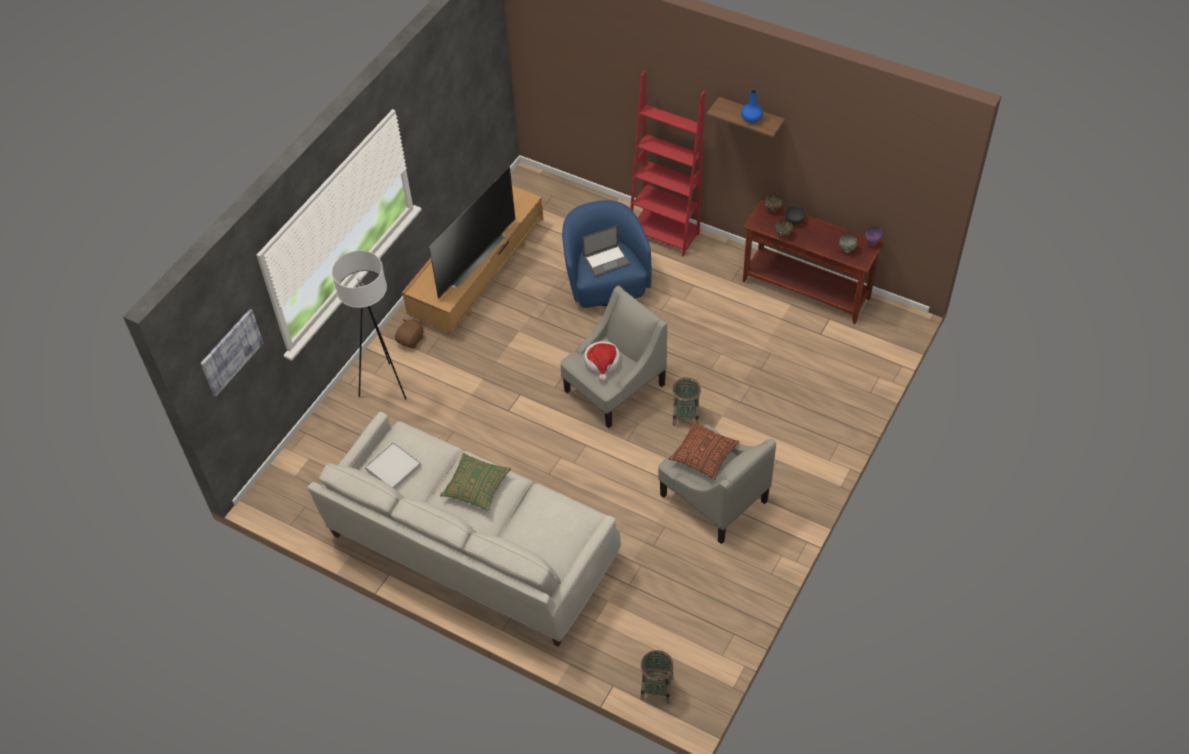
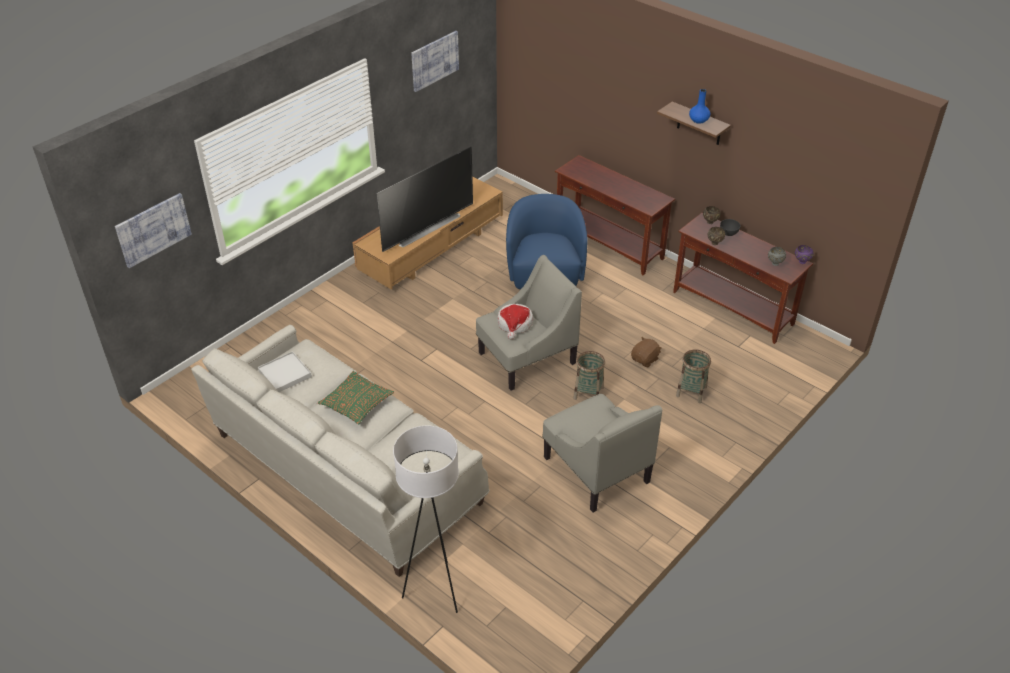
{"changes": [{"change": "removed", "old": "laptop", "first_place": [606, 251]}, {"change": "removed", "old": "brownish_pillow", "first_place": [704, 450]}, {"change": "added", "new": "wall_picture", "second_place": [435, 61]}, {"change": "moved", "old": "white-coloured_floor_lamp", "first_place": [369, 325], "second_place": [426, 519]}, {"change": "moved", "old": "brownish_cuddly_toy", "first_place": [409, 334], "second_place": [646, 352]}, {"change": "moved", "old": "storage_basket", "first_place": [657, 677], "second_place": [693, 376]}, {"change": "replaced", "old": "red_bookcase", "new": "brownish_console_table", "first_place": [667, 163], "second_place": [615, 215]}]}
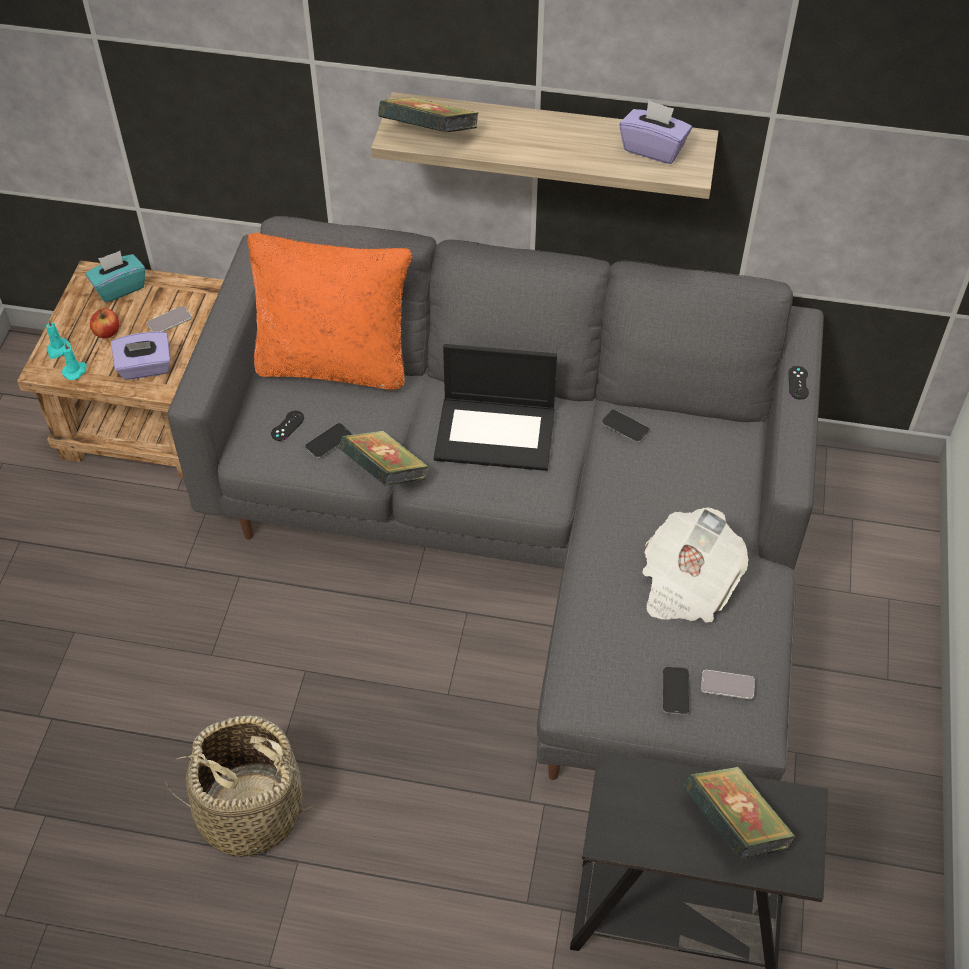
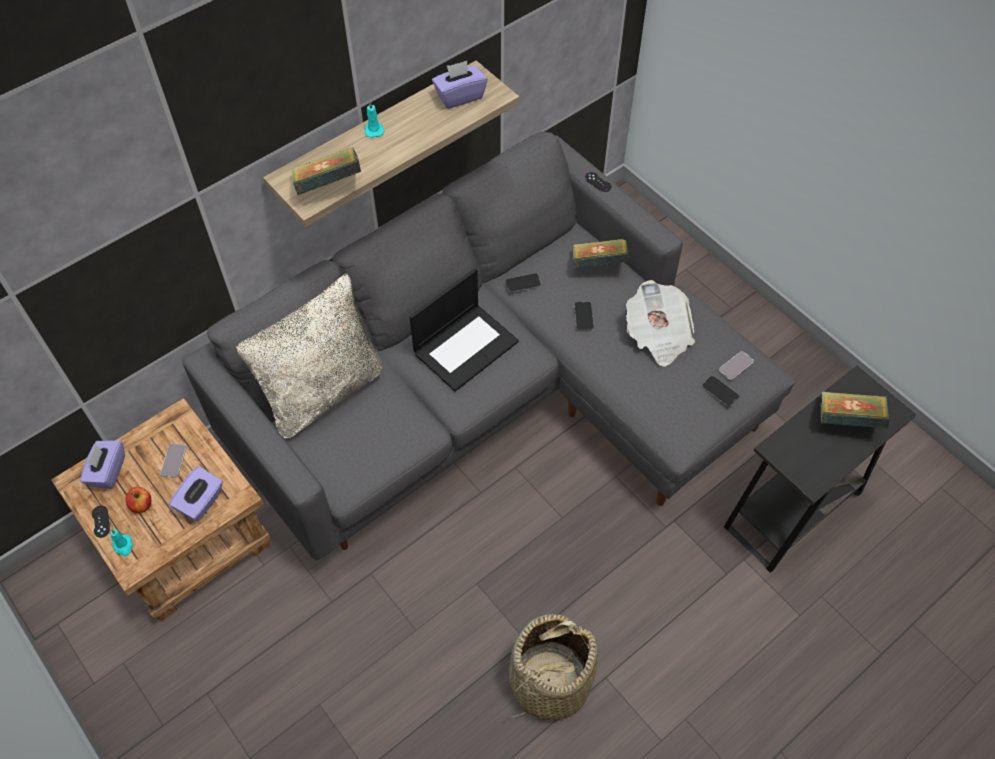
{"changes": [{"change": "moved", "old": "blue-green_candle", "first_place": [74, 361], "second_place": [374, 119]}, {"change": "moved", "old": "black-coloured_game_controller", "first_place": [287, 426], "second_place": [101, 522]}, {"change": "moved", "old": "telephone", "first_place": [328, 440], "second_place": [584, 316]}, {"change": "moved", "old": "book", "first_place": [384, 458], "second_place": [601, 254]}, {"change": "recoloured", "old": "blue-green_tissue_box", "new": "purple_tissue_box", "first_place": [115, 277], "second_place": [102, 464]}, {"change": "recoloured", "old": "orange_pillow", "new": "sand-coloured_pillow", "first_place": [329, 311], "second_place": [309, 355]}]}
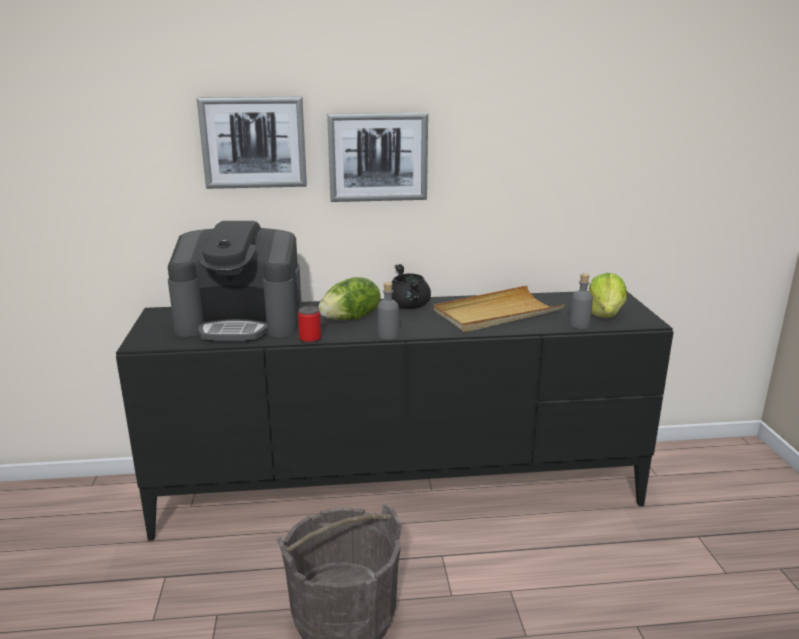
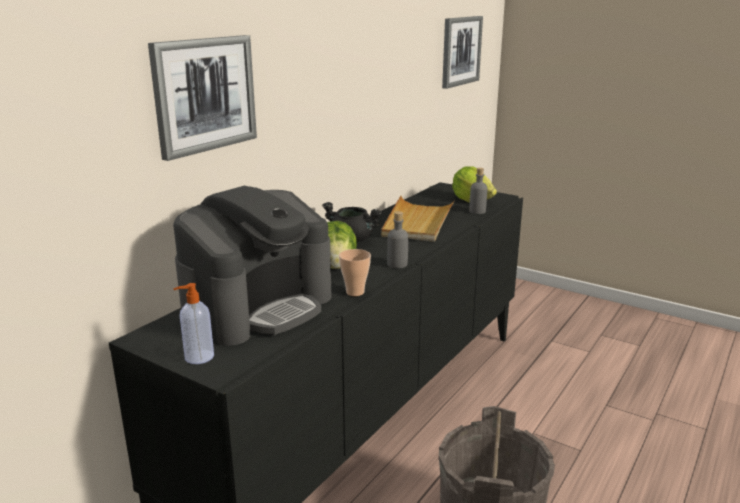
{"changes": [{"change": "added", "new": "soap_dispenser", "second_place": [193, 323]}, {"change": "moved", "old": "wall_picture", "first_place": [377, 157], "second_place": [462, 52]}, {"change": "replaced", "old": "sealed_can", "new": "cup", "first_place": [309, 325], "second_place": [355, 272]}]}
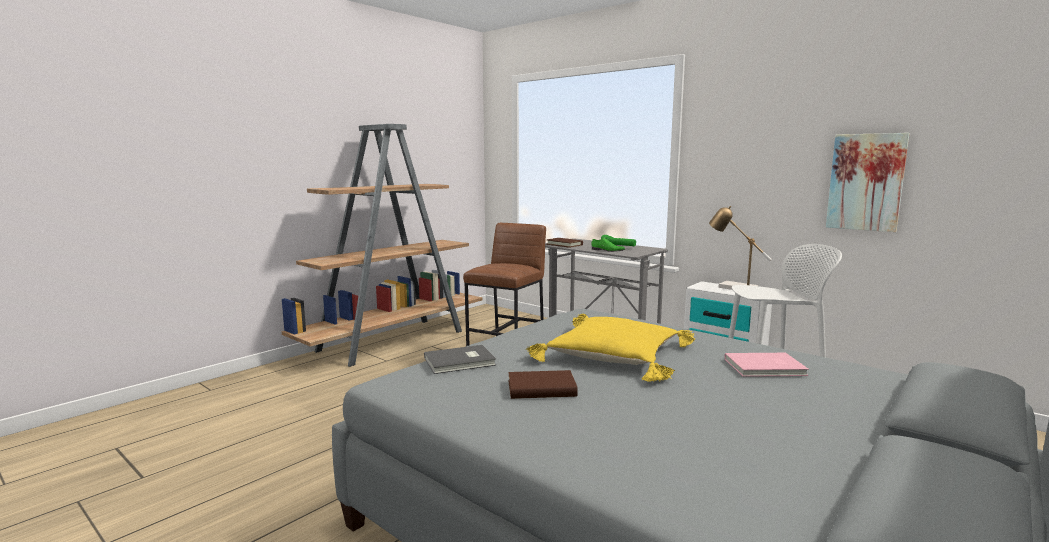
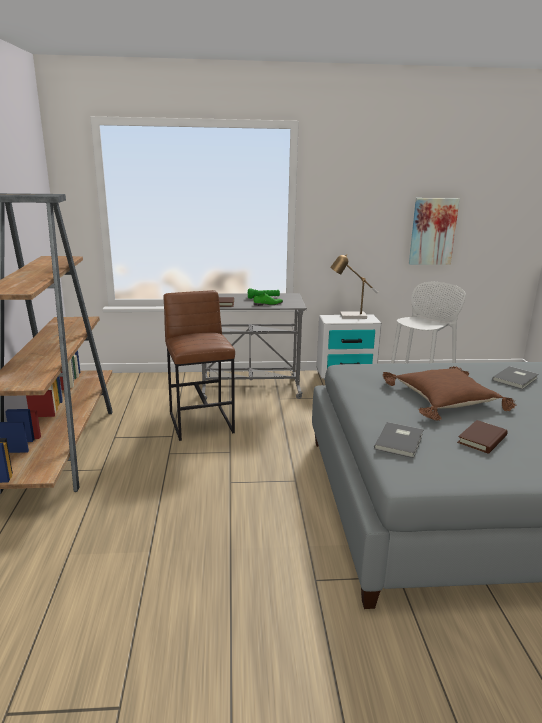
{"changes": [{"change": "recoloured", "old": "yellowish_pillow", "new": "brownish_pillow", "first_place": [610, 347], "second_place": [449, 393]}, {"change": "recoloured", "old": "pinkish_book", "new": "grey_book", "first_place": [767, 365], "second_place": [515, 377]}]}
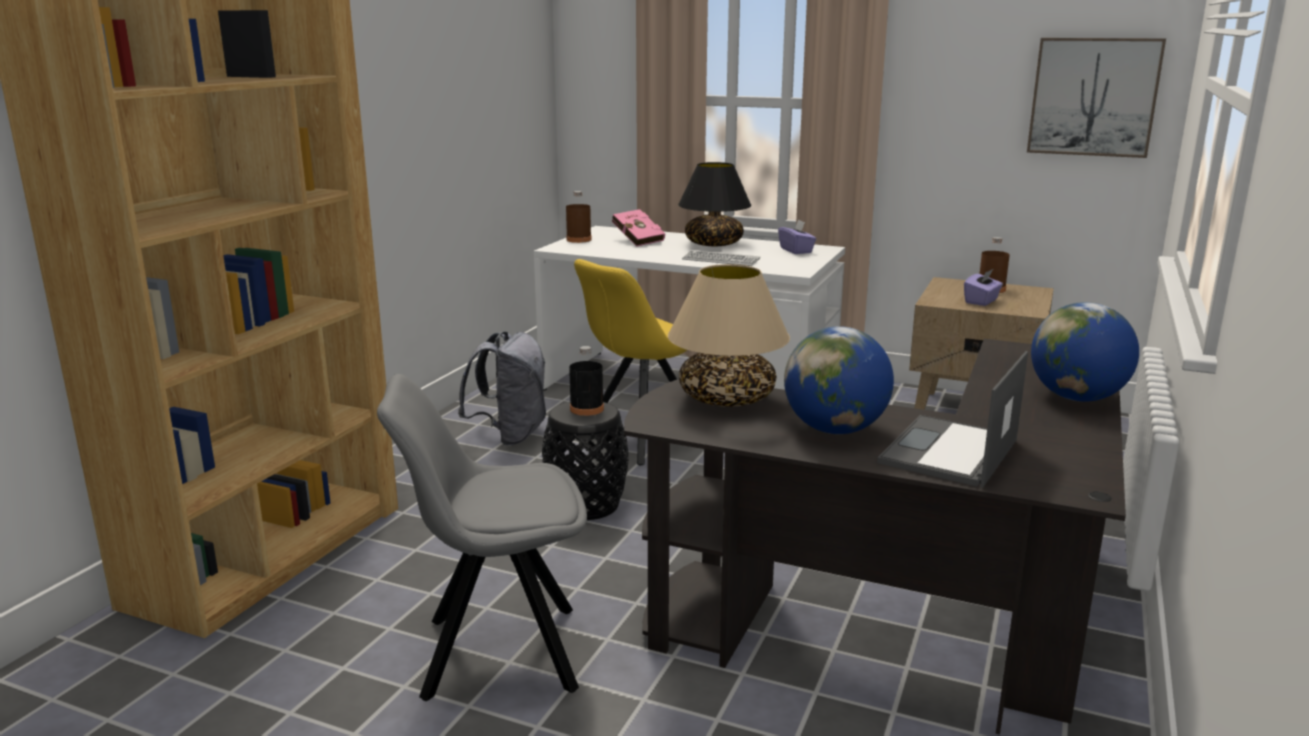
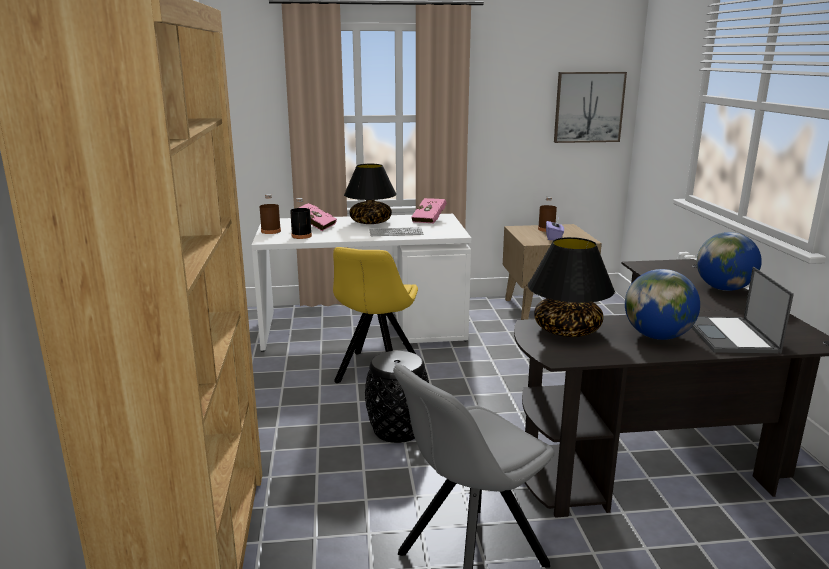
{"changes": [{"change": "removed", "old": "grey_knapsack", "first_place": [502, 389]}, {"change": "moved", "old": "black-coloured_bottle", "first_place": [586, 381], "second_place": [301, 218]}, {"change": "replaced", "old": "purple_tissue_box", "new": "pinkish_book", "first_place": [797, 236], "second_place": [428, 210]}, {"change": "recoloured", "old": "sand-coloured_tabletop_lamp", "new": "black-coloured_tabletop_lamp", "first_place": [729, 335], "second_place": [571, 287]}]}
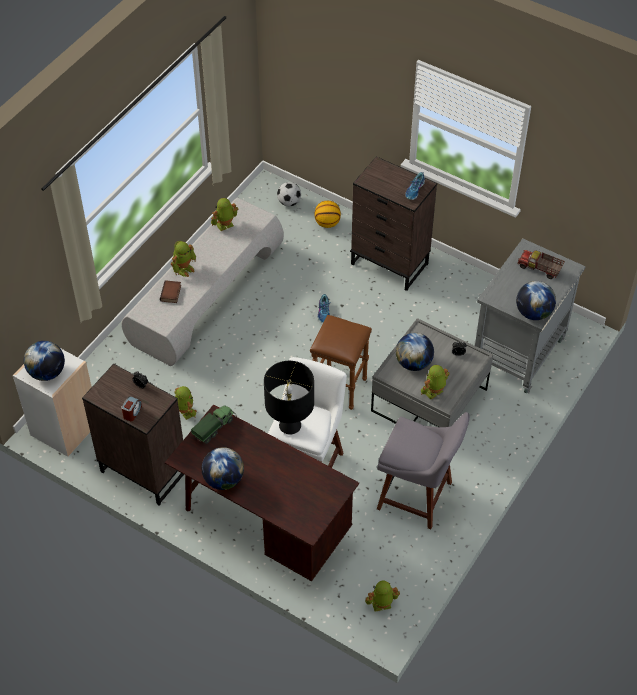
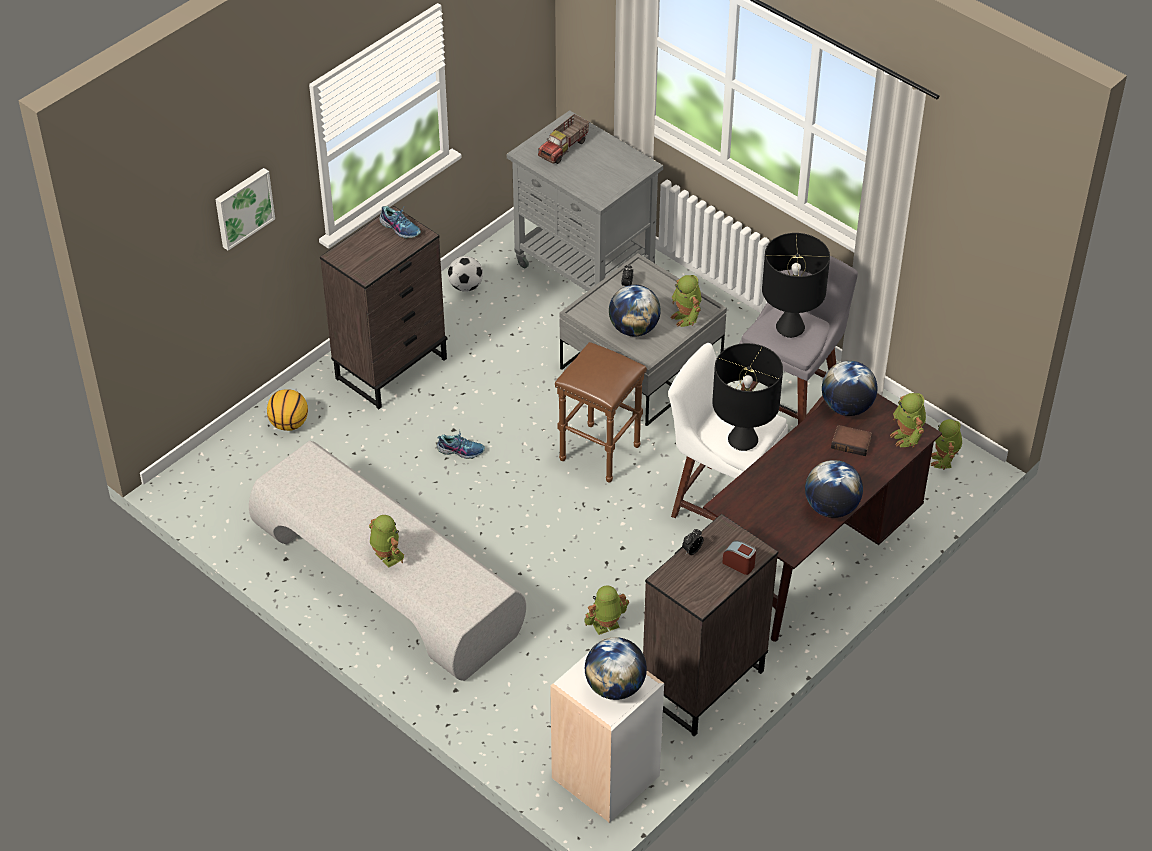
{"changes": [{"change": "removed", "old": "model_truck", "first_place": [213, 425]}, {"change": "added", "new": "wall_picture", "second_place": [245, 209]}, {"change": "added", "new": "black-coloured_tabletop_lamp", "second_place": [796, 285]}, {"change": "moved", "old": "book", "first_place": [170, 291], "second_place": [851, 440]}, {"change": "moved", "old": "robot_figure", "first_place": [224, 214], "second_place": [908, 420]}, {"change": "moved", "old": "football_ball", "first_place": [289, 194], "second_place": [465, 274]}, {"change": "moved", "old": "world_globe", "first_place": [536, 300], "second_place": [850, 388]}]}
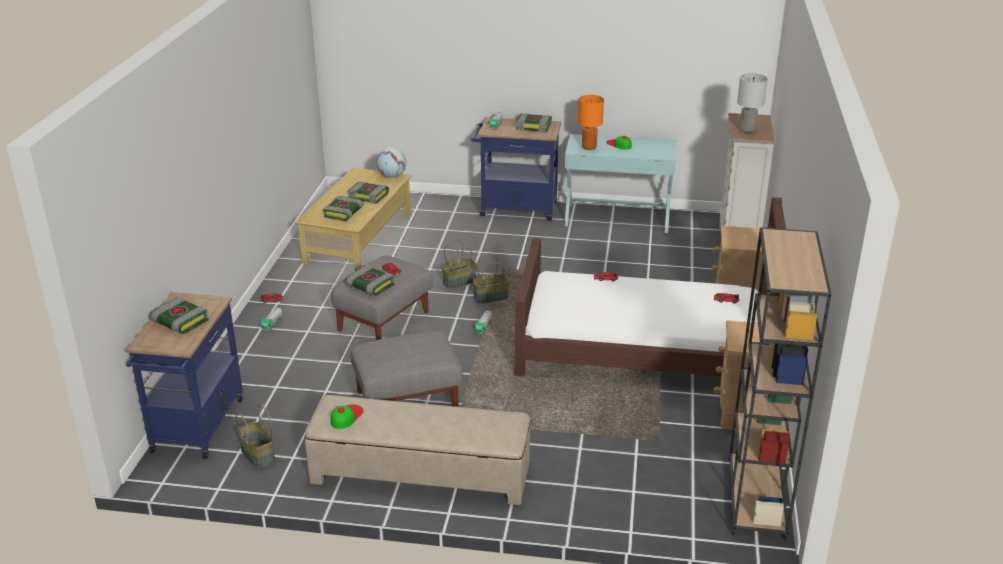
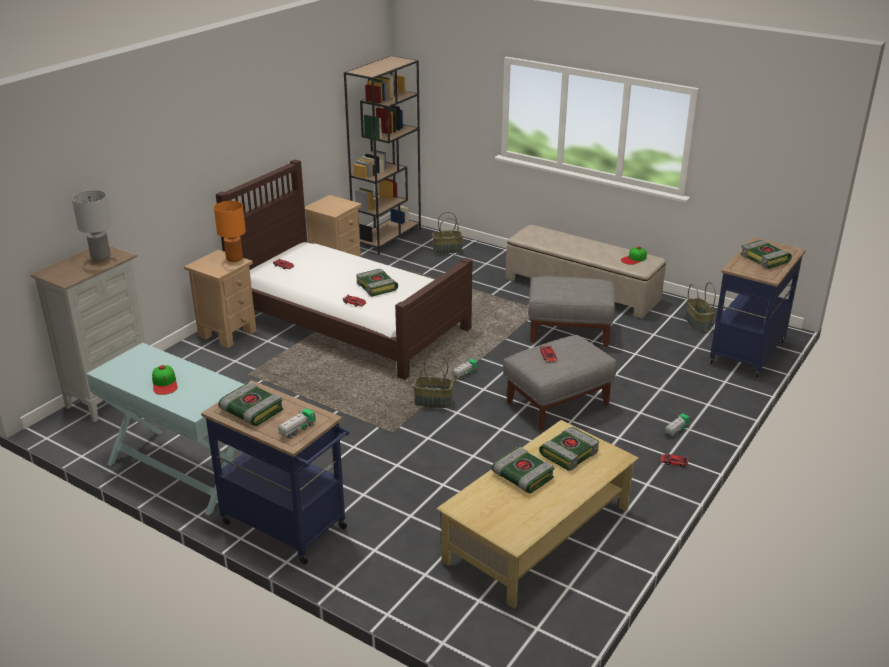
{"changes": [{"change": "removed", "old": "world_globe", "first_place": [391, 162]}, {"change": "moved", "old": "book", "first_place": [370, 280], "second_place": [377, 283]}, {"change": "moved", "old": "storage_basket", "first_place": [459, 264], "second_place": [447, 233]}, {"change": "moved", "old": "orange_tabletop_lamp", "first_place": [591, 122], "second_place": [230, 231]}]}
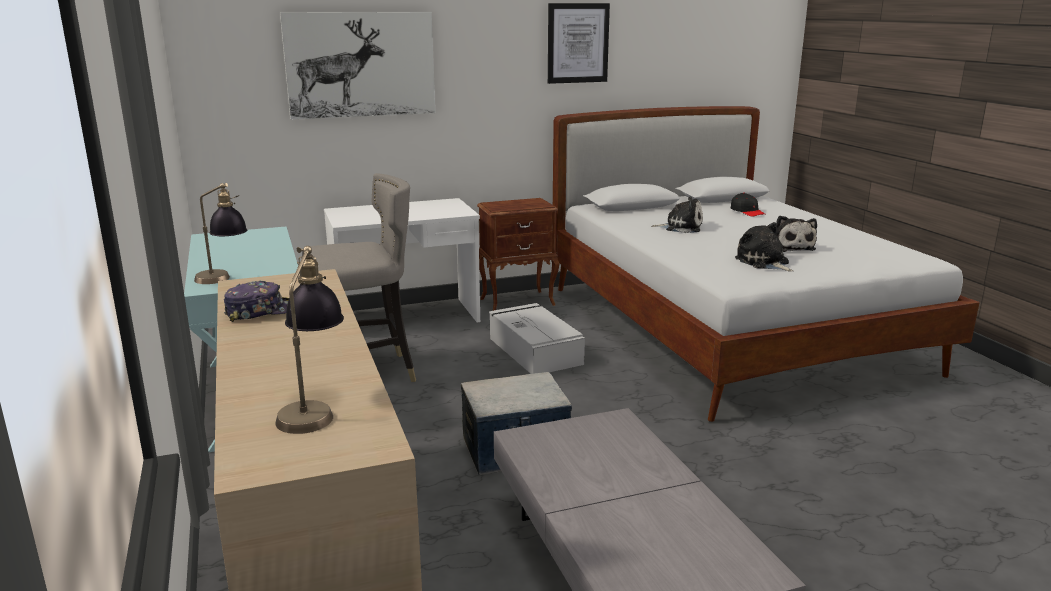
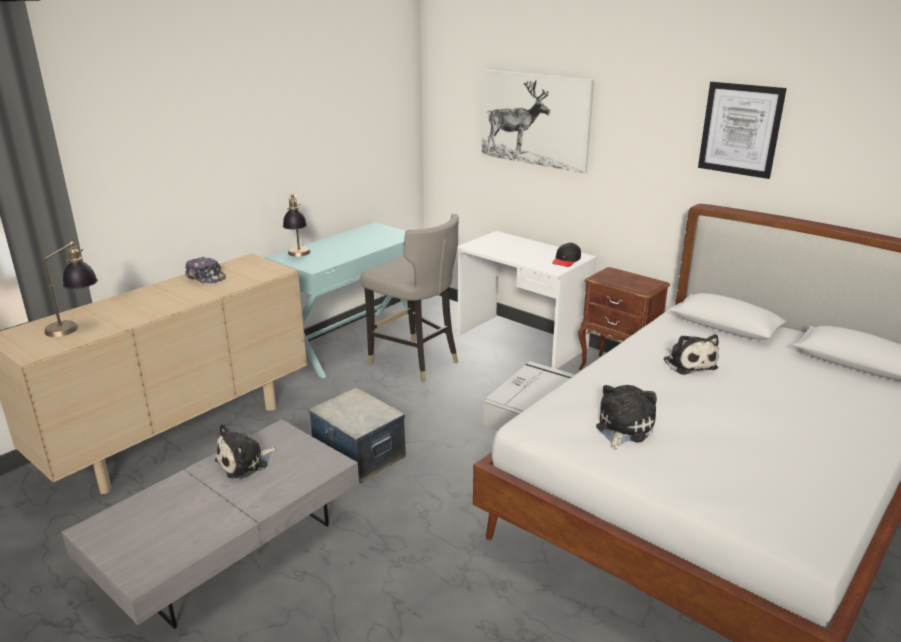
{"changes": [{"change": "moved", "old": "black-coloured_baseball_cap", "first_place": [748, 205], "second_place": [566, 254]}, {"change": "moved", "old": "cuddly_toy", "first_place": [796, 234], "second_place": [246, 451]}]}
